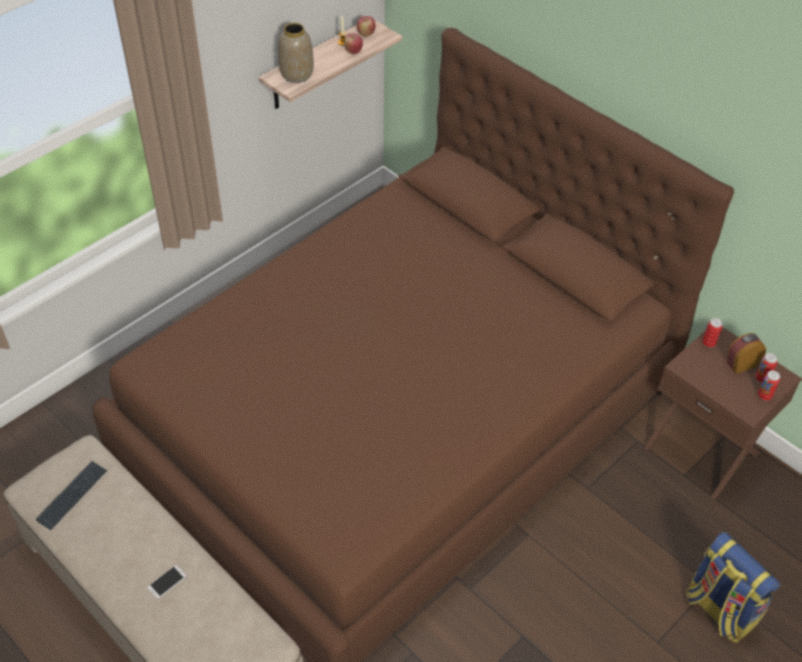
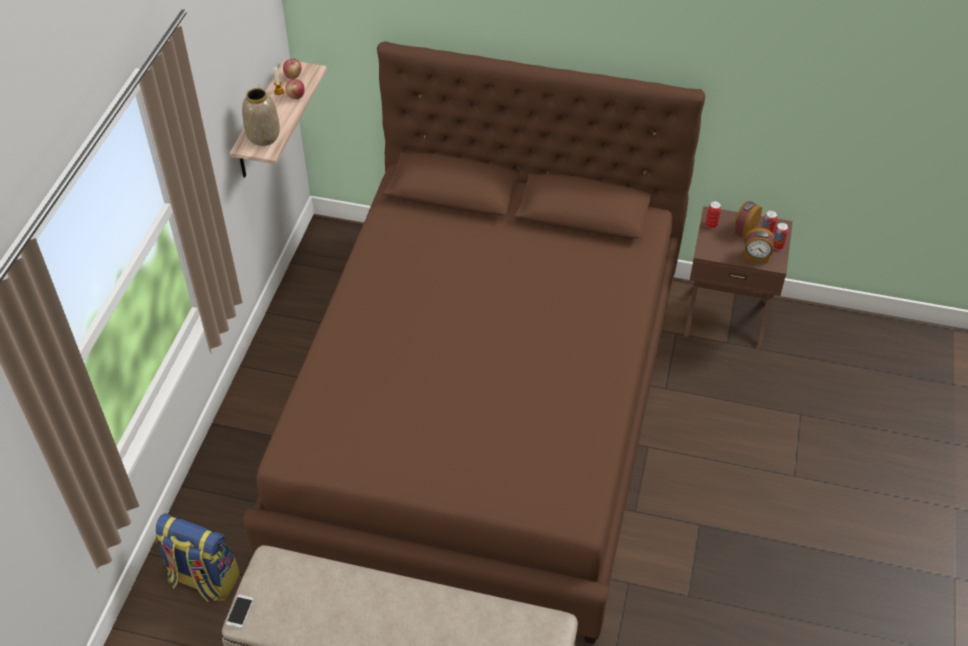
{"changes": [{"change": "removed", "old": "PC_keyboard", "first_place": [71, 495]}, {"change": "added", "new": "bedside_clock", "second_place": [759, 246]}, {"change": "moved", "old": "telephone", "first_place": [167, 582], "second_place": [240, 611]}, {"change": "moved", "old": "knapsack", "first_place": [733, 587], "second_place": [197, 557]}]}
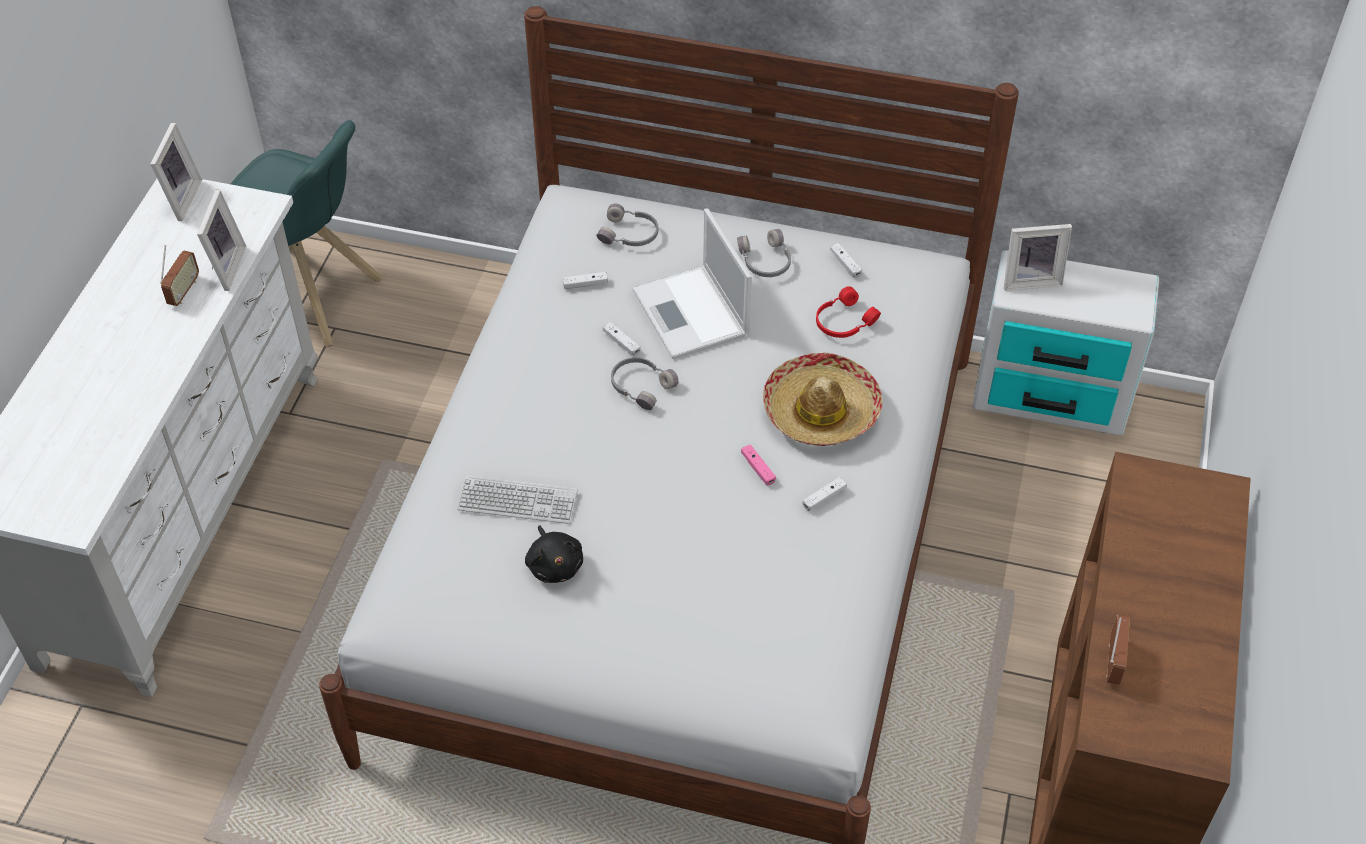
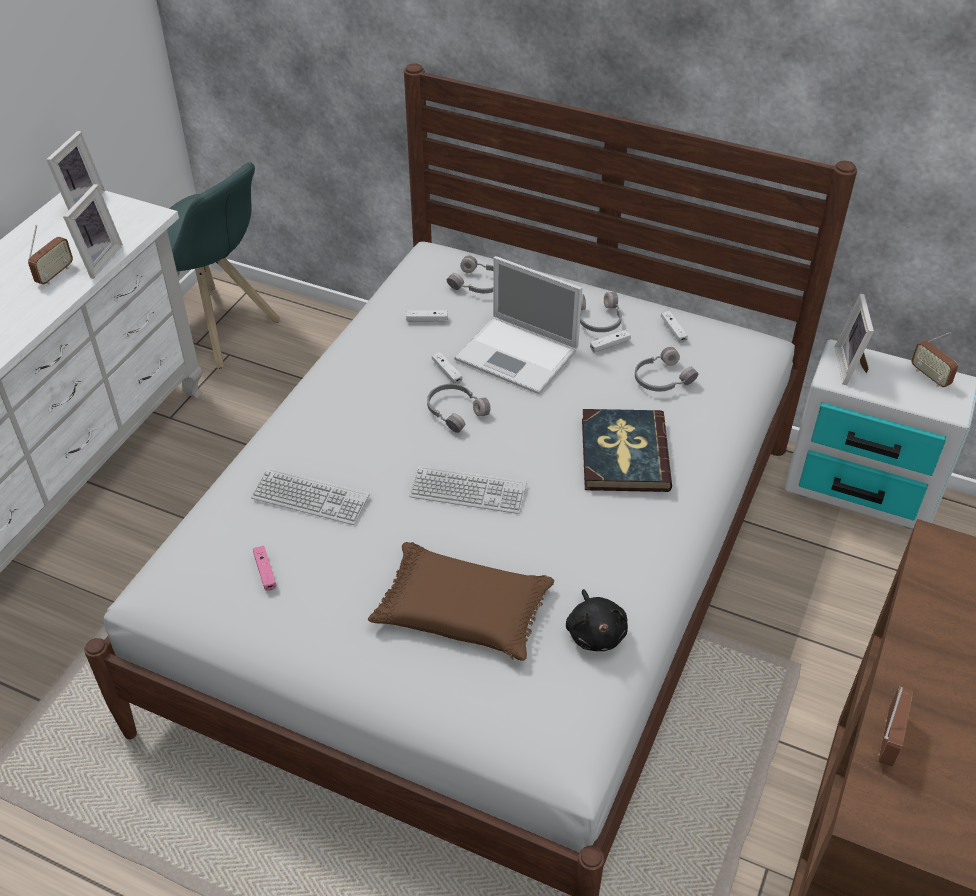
{"changes": [{"change": "added", "new": "brownish_pillow", "second_place": [461, 601]}, {"change": "added", "new": "PC_keyboard", "second_place": [468, 489]}, {"change": "added", "new": "radio_receiver", "second_place": [935, 359]}, {"change": "moved", "old": "black-coloured_cuddly_toy", "first_place": [554, 554], "second_place": [597, 620]}, {"change": "moved", "old": "pinkish_game_controller", "first_place": [758, 465], "second_place": [264, 568]}, {"change": "moved", "old": "white-coloured_game_controller", "first_place": [825, 494], "second_place": [610, 341]}, {"change": "replaced", "old": "clothing_hat", "new": "book", "first_place": [823, 399], "second_place": [627, 450]}, {"change": "recoloured", "old": "red_pair_of_headphones", "new": "grey_pair_of_headphones", "first_place": [848, 312], "second_place": [666, 369]}, {"change": "turned", "old": "laptop", "first_place": [692, 284], "second_place": [518, 325], "degrees": -45}, {"change": "turned", "old": "picture_frame", "first_place": [1038, 257], "second_place": [854, 339], "degrees": 90}]}
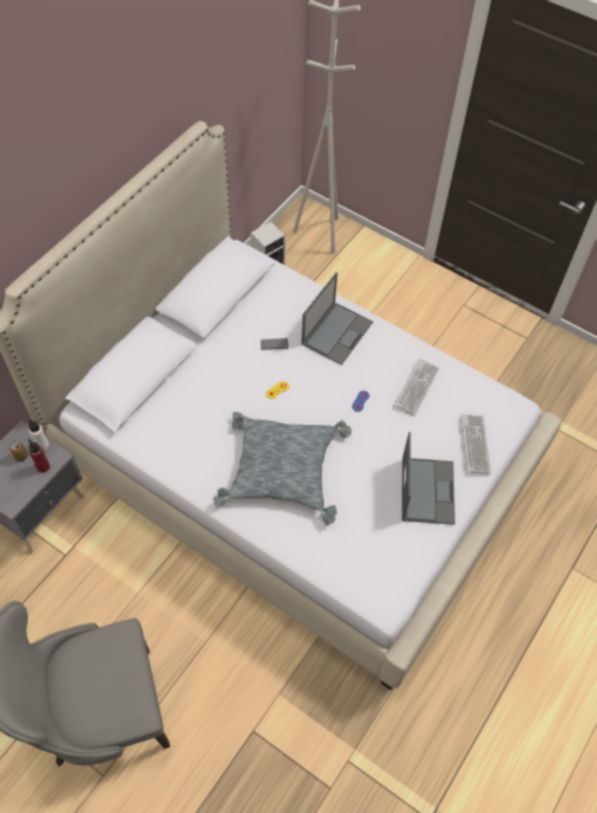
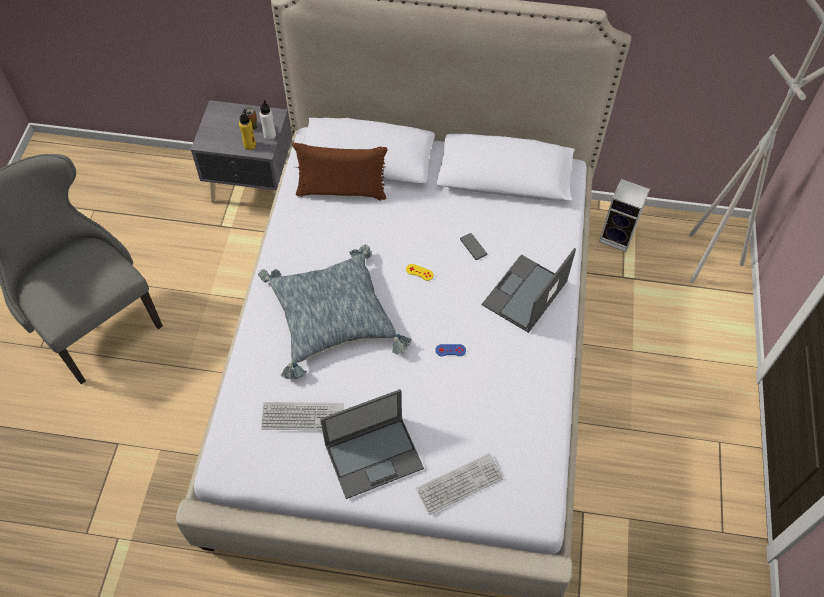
{"changes": [{"change": "added", "new": "brownish_pillow", "second_place": [339, 172]}, {"change": "moved", "old": "PC_keyboard", "first_place": [416, 387], "second_place": [302, 416]}, {"change": "recoloured", "old": "red_bottle", "new": "yellowish_bottle", "first_place": [39, 456], "second_place": [247, 129]}, {"change": "turned", "old": "laptop", "first_place": [337, 318], "second_place": [529, 290], "degrees": 120}]}
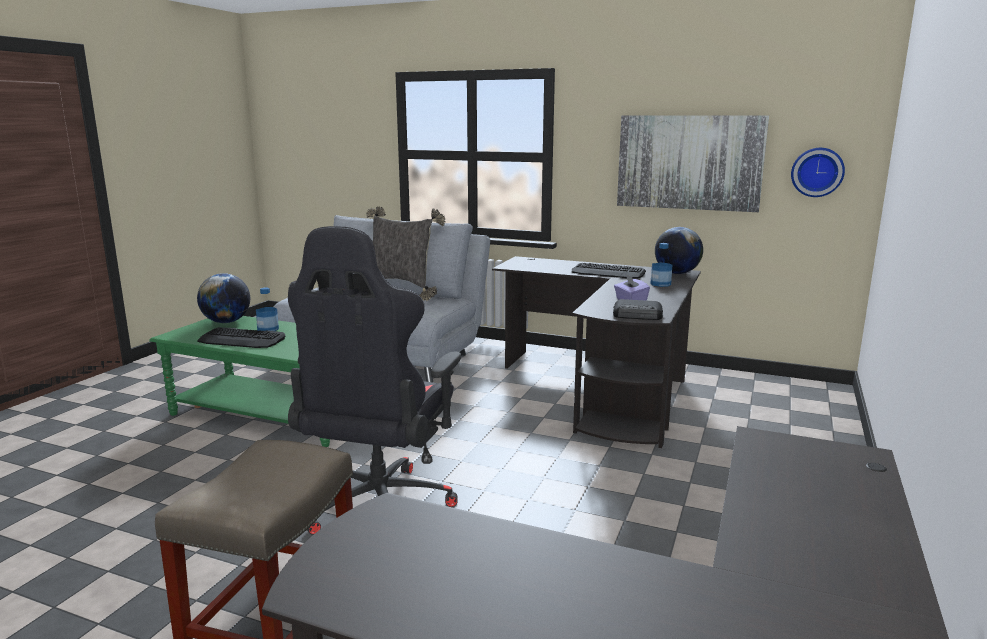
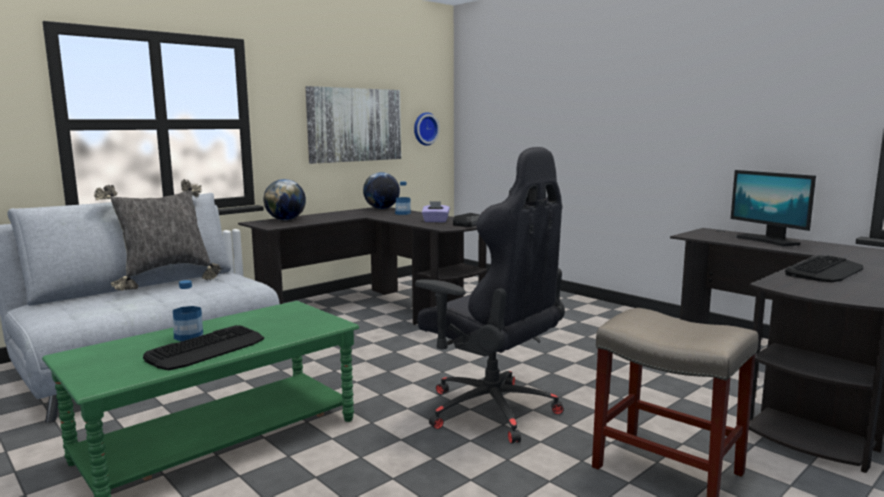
{"changes": [{"change": "added", "new": "monitor", "second_place": [773, 208]}, {"change": "moved", "old": "world_globe", "first_place": [223, 298], "second_place": [285, 199]}, {"change": "moved", "old": "PC_keyboard", "first_place": [609, 271], "second_place": [824, 268]}]}
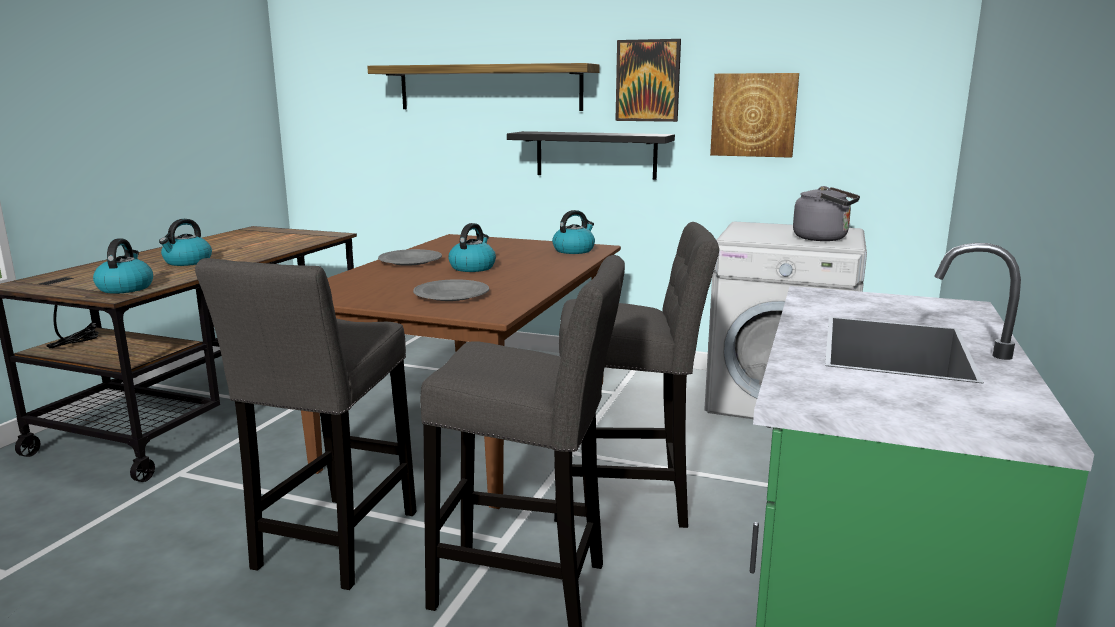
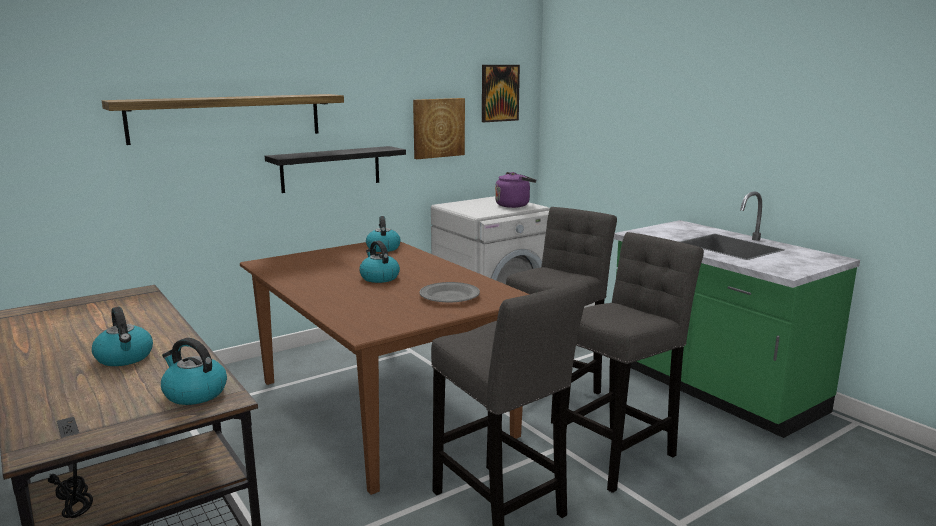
{"changes": [{"change": "removed", "old": "grey_plate", "first_place": [410, 257]}, {"change": "moved", "old": "wall_picture", "first_place": [648, 80], "second_place": [501, 93]}, {"change": "recoloured", "old": "grey_tea_kettle", "new": "purple_tea_kettle", "first_place": [826, 213], "second_place": [515, 190]}]}
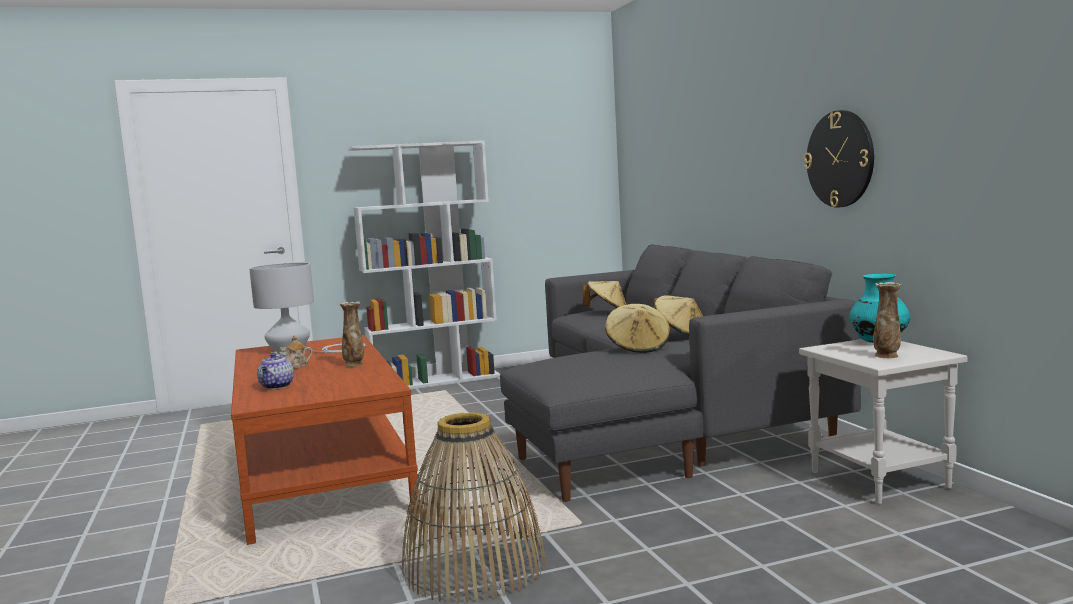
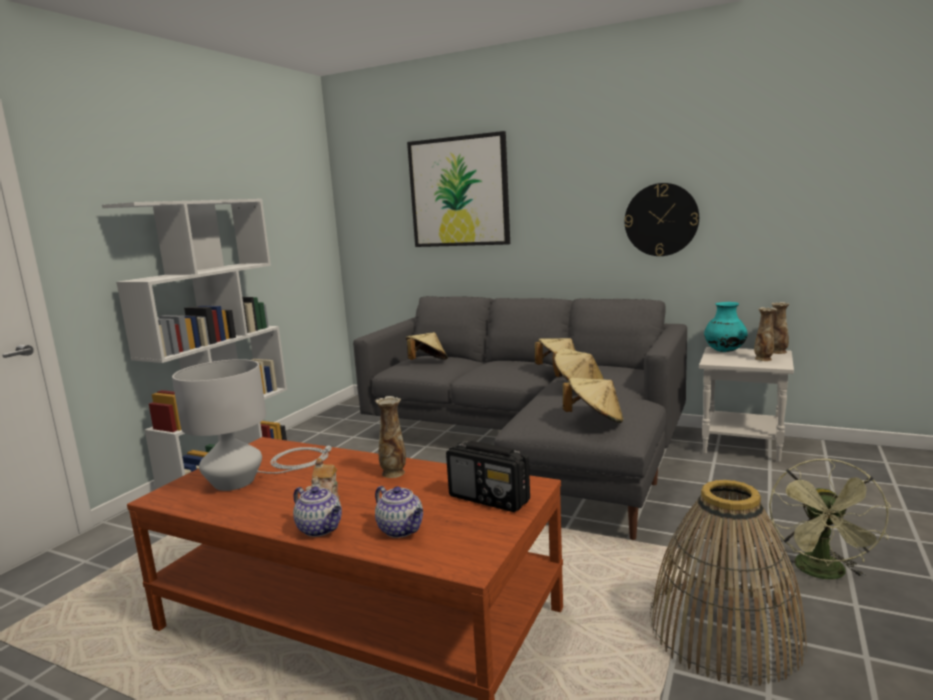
{"changes": [{"change": "added", "new": "tea_pot", "second_place": [317, 511]}, {"change": "added", "new": "wall_picture", "second_place": [458, 189]}, {"change": "added", "new": "radio_receiver", "second_place": [488, 476]}, {"change": "added", "new": "sand-coloured_clothing_hat", "second_place": [593, 400]}, {"change": "added", "new": "greenish_cooling_fan", "second_place": [830, 518]}, {"change": "added", "new": "decorative_vase", "second_place": [780, 328]}]}
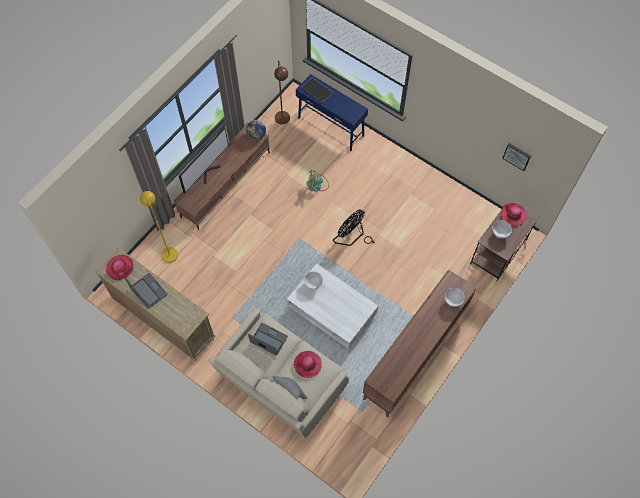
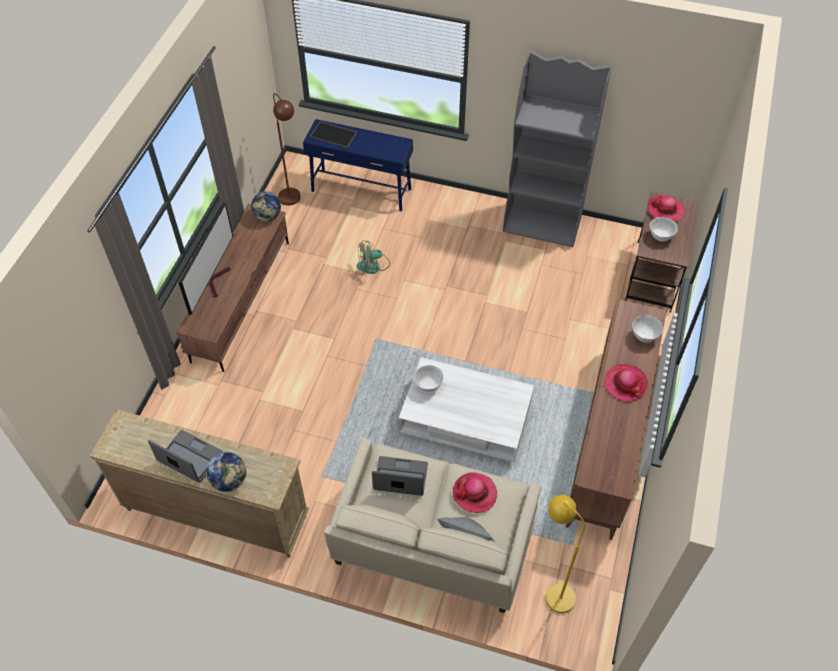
{"changes": [{"change": "removed", "old": "black-coloured_cooling_fan", "first_place": [354, 228]}, {"change": "removed", "old": "wall_picture", "first_place": [516, 157]}, {"change": "added", "new": "world_globe", "second_place": [226, 472]}, {"change": "added", "new": "grey_bookcase", "second_place": [557, 148]}, {"change": "moved", "old": "clothing_hat", "first_place": [119, 267], "second_place": [626, 383]}, {"change": "moved", "old": "yellowish_floor_lamp", "first_place": [159, 227], "second_place": [565, 554]}]}
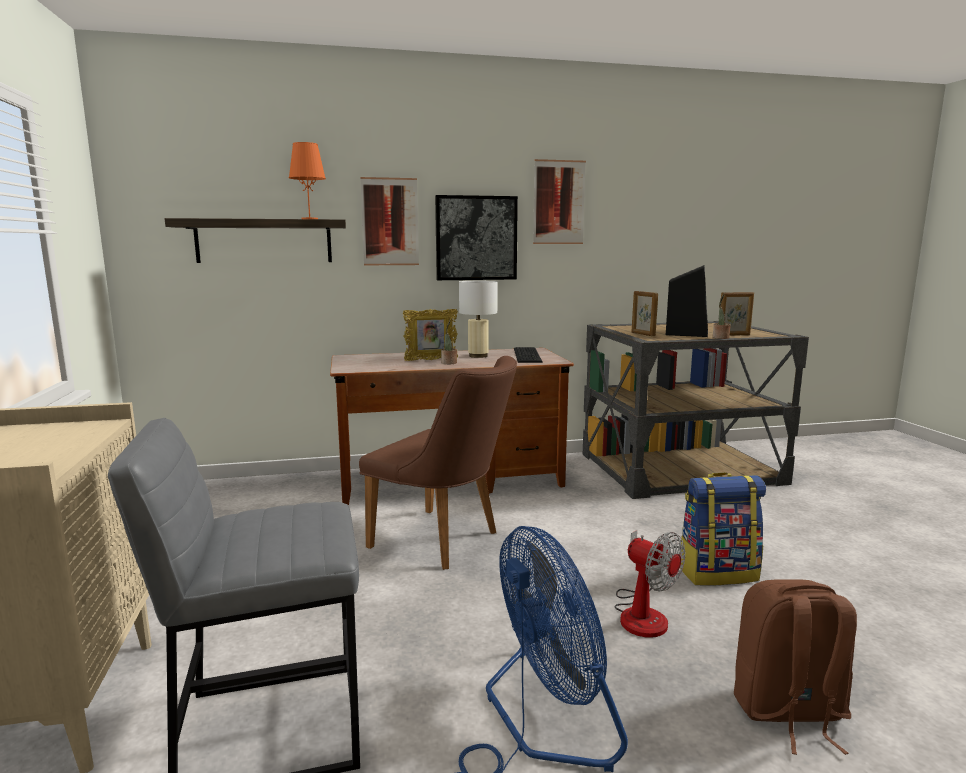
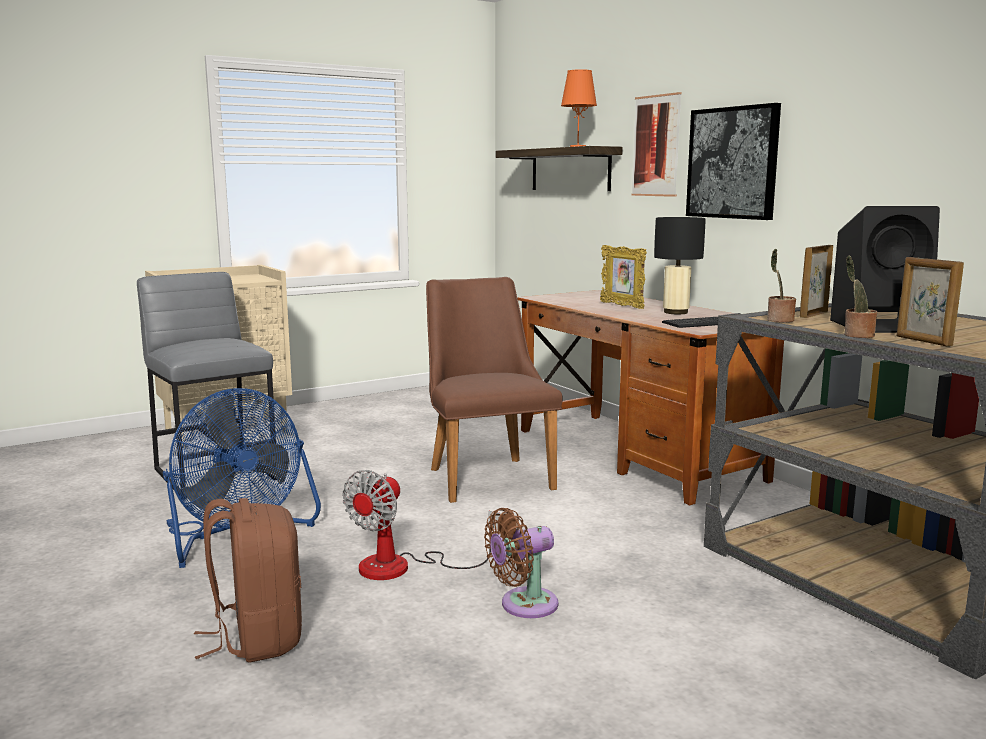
{"changes": [{"change": "removed", "old": "wall_picture", "first_place": [559, 201]}, {"change": "moved", "old": "plant_in_a_pot", "first_place": [449, 342], "second_place": [781, 285]}, {"change": "replaced", "old": "knapsack", "new": "brownish_cooling_fan", "first_place": [723, 529], "second_place": [521, 563]}, {"change": "recoloured", "old": "white-coloured_tabletop_lamp", "new": "black-coloured_tabletop_lamp", "first_place": [478, 319], "second_place": [679, 265]}, {"change": "turned", "old": "brownish_chair", "first_place": [438, 463], "second_place": [494, 390], "degrees": 150}]}
